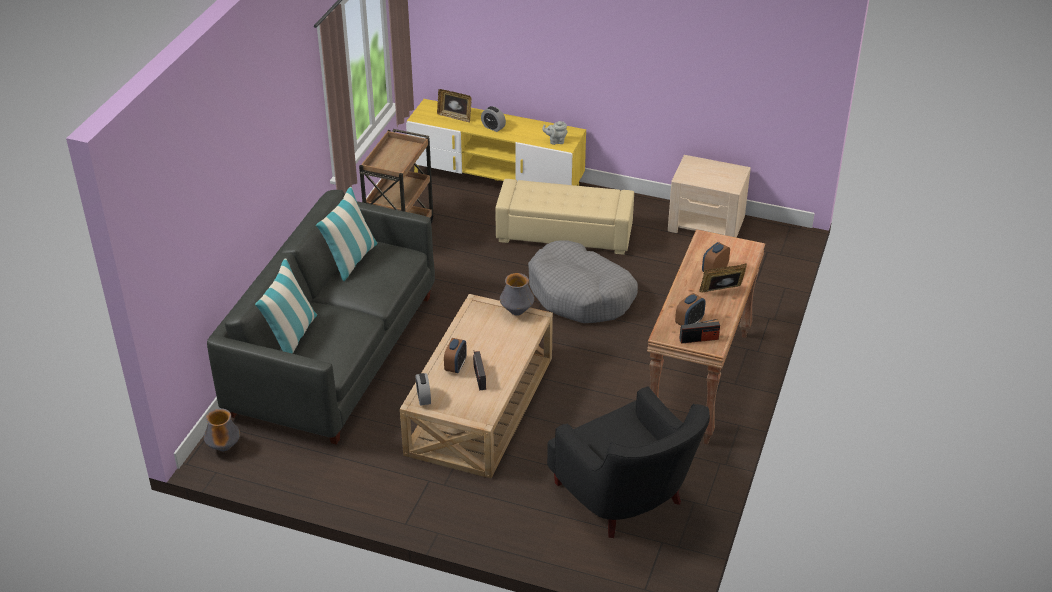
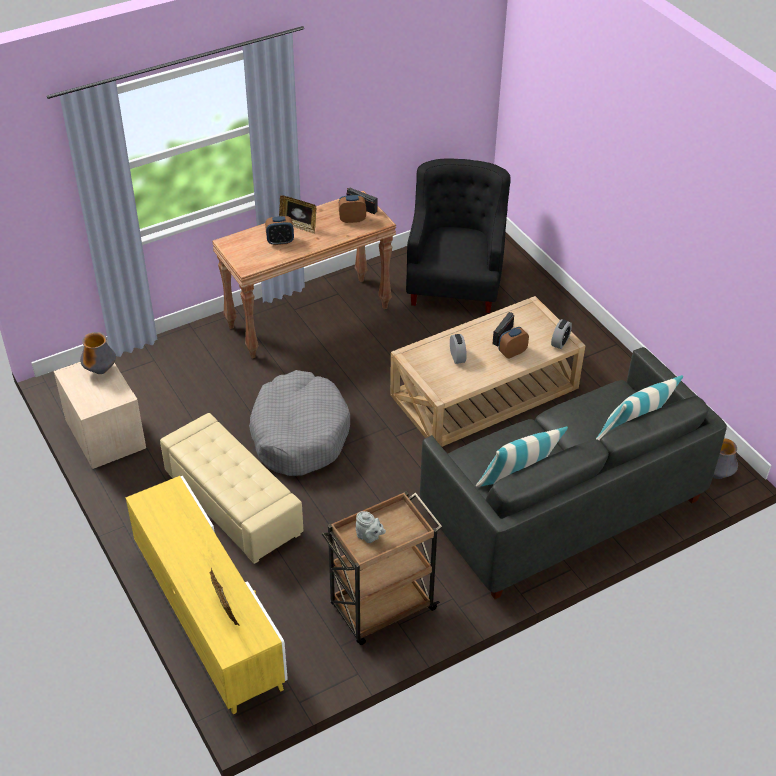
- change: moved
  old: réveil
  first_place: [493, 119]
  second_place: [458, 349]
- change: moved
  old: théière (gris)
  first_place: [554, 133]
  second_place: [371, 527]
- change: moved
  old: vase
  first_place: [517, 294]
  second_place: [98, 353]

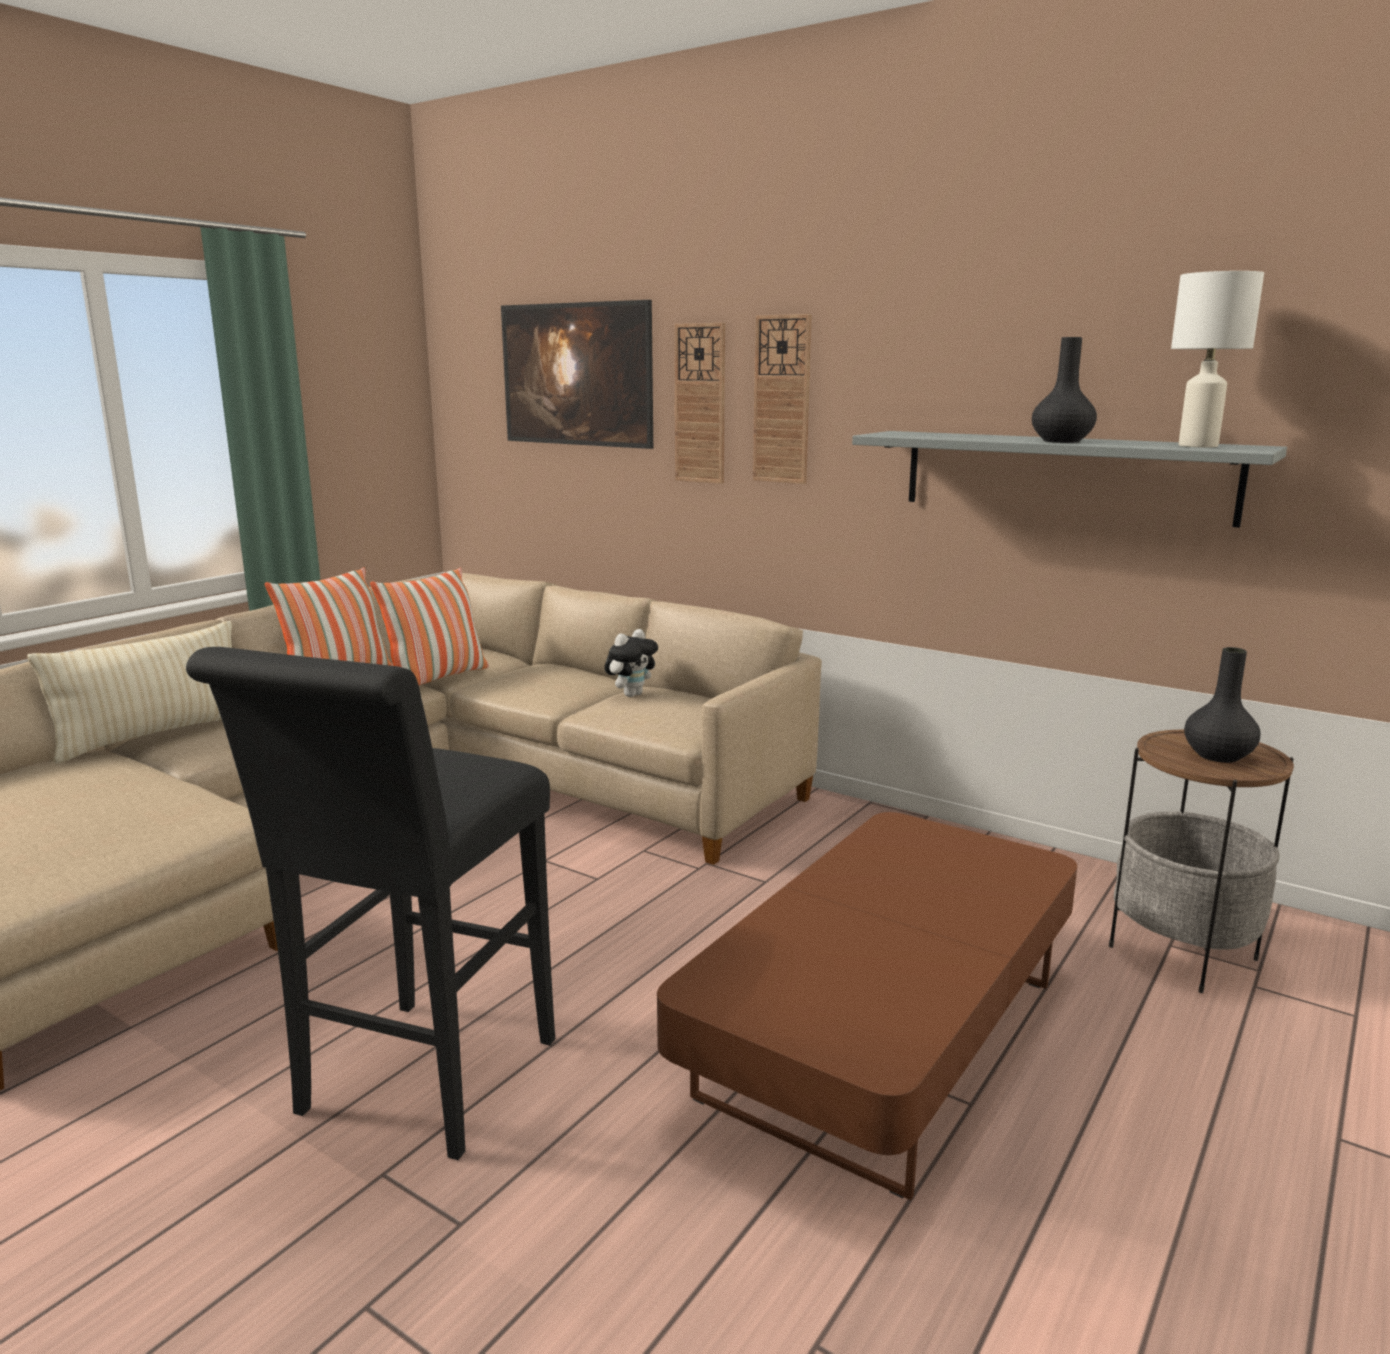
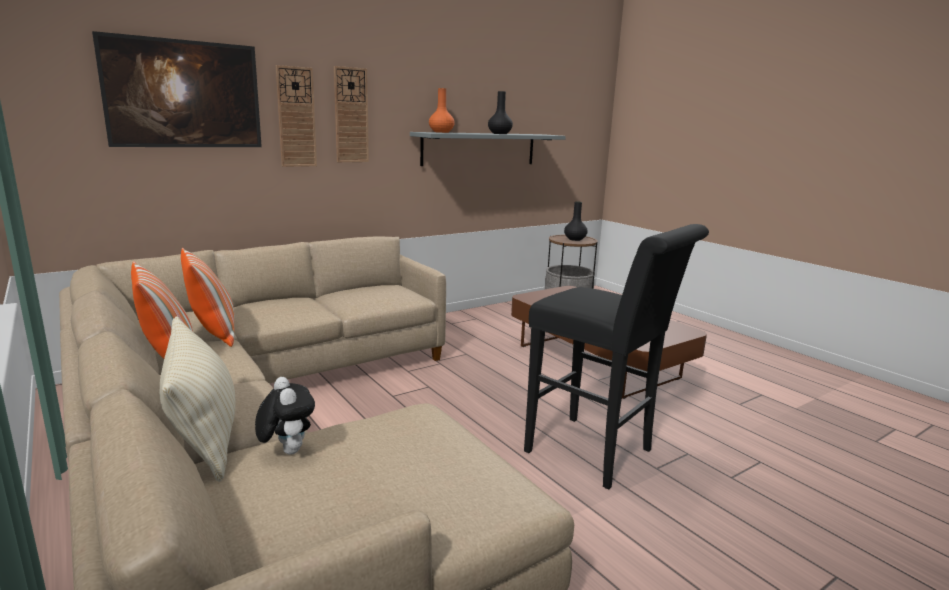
- change: removed
  old: lampe de table (blanc)
  first_place: [1217, 359]
- change: moved
  old: peluche
  first_place: [631, 663]
  second_place: [285, 416]
- change: added
  new: vase (orange)
  second_place: [442, 110]

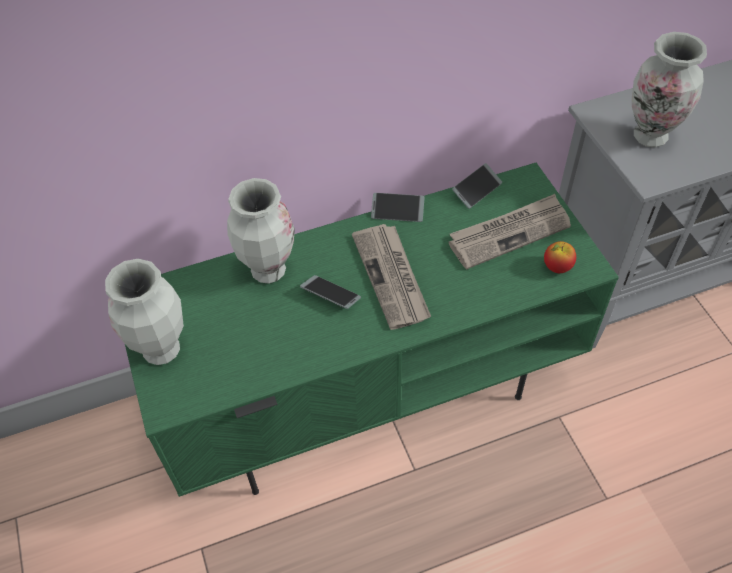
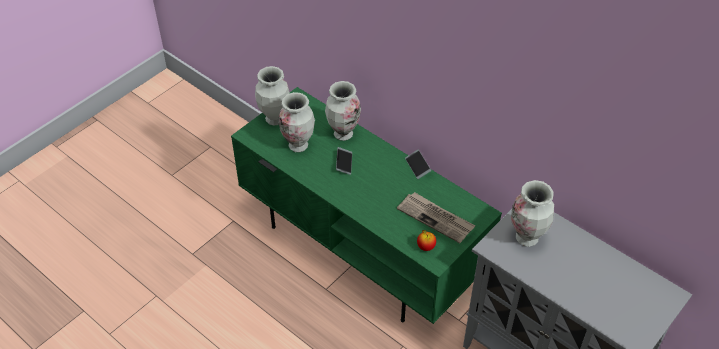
- change: removed
  old: téléphone
  first_place: [477, 186]
- change: removed
  old: journal
  first_place: [391, 277]
- change: added
  new: vase
  second_place: [296, 122]

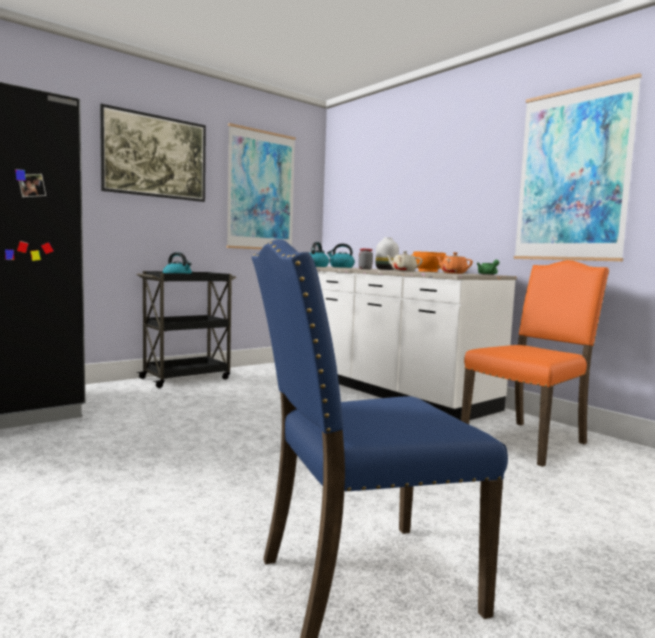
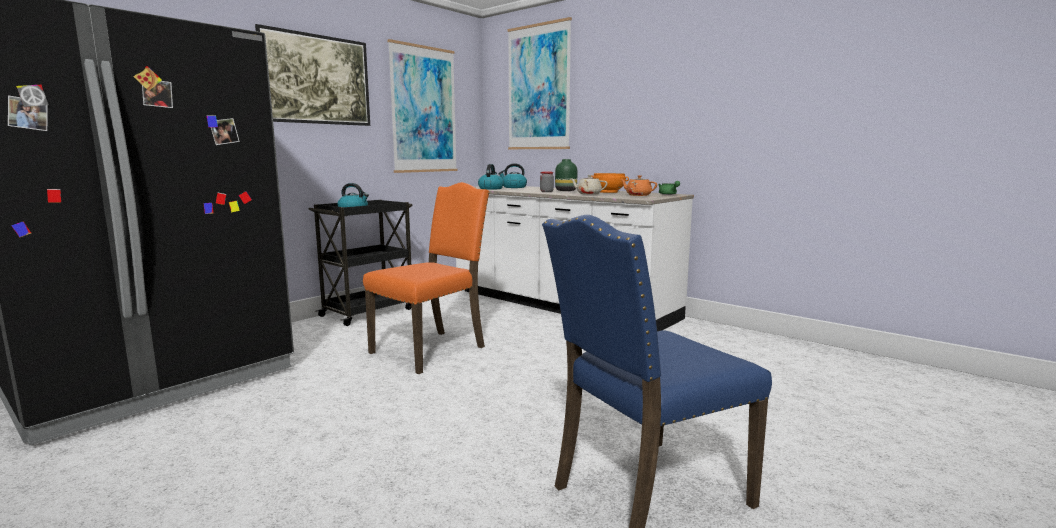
- change: moved
  old: tableau
  first_place: [578, 167]
  second_place: [539, 83]
- change: recoloured
  old: vase (blanc)
  new: vase (vert)
  first_place: [387, 253]
  second_place: [566, 175]
- change: moved
  old: chaise (orange)
  first_place: [535, 363]
  second_place: [426, 278]

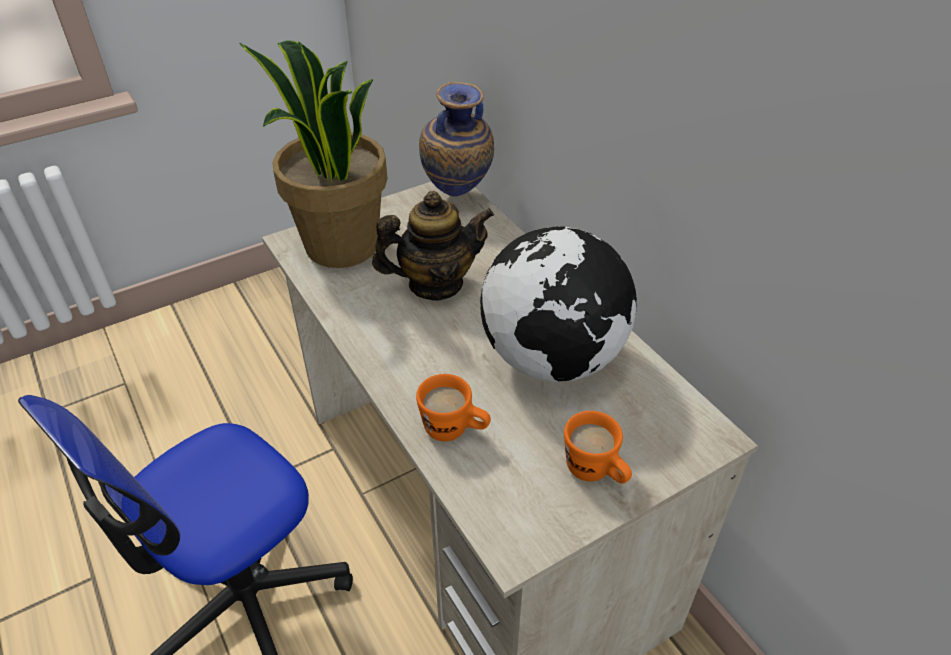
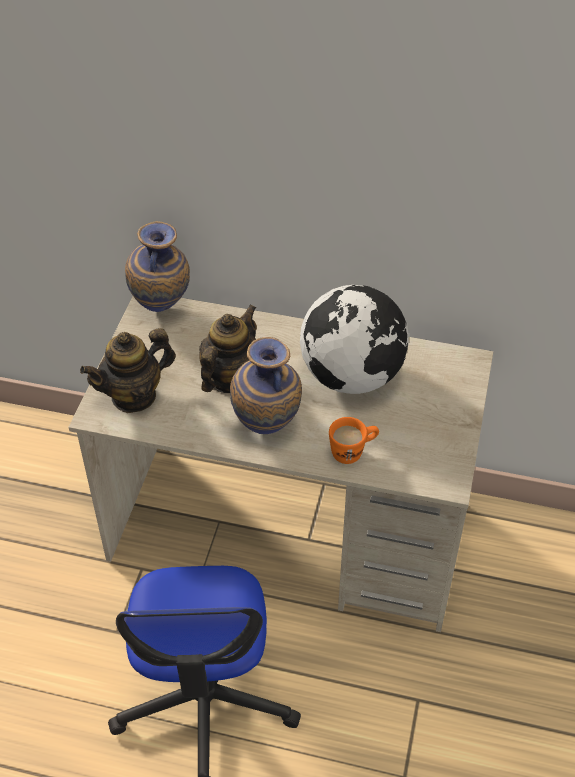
- change: replaced
  old: plante en pot
  new: théière
  first_place: [313, 154]
  second_place: [128, 370]
- change: removed
  old: mug (orange)
  first_place: [598, 447]
- change: added
  new: vase
  second_place: [266, 385]

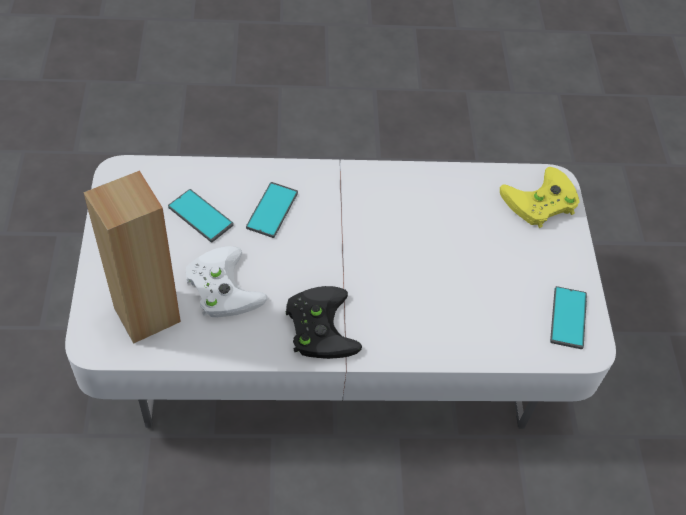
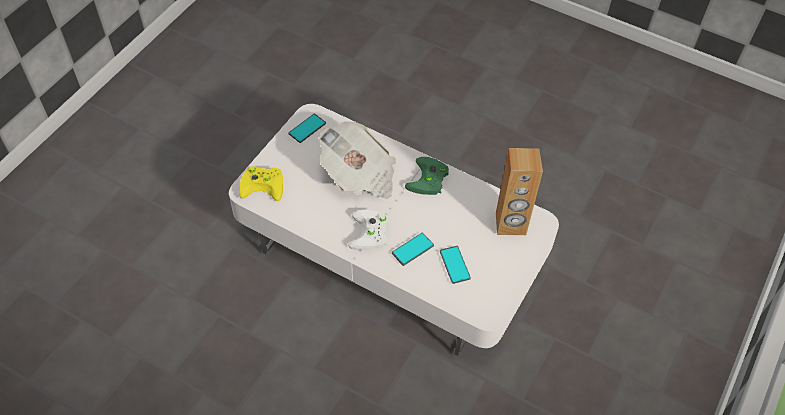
- change: moved
  old: manette (blanc)
  first_place: [226, 281]
  second_place: [368, 230]
- change: recoloured
  old: manette (noir)
  new: manette (vert)
  first_place: [323, 322]
  second_place: [427, 176]
- change: added
  new: journal
  second_place: [357, 160]

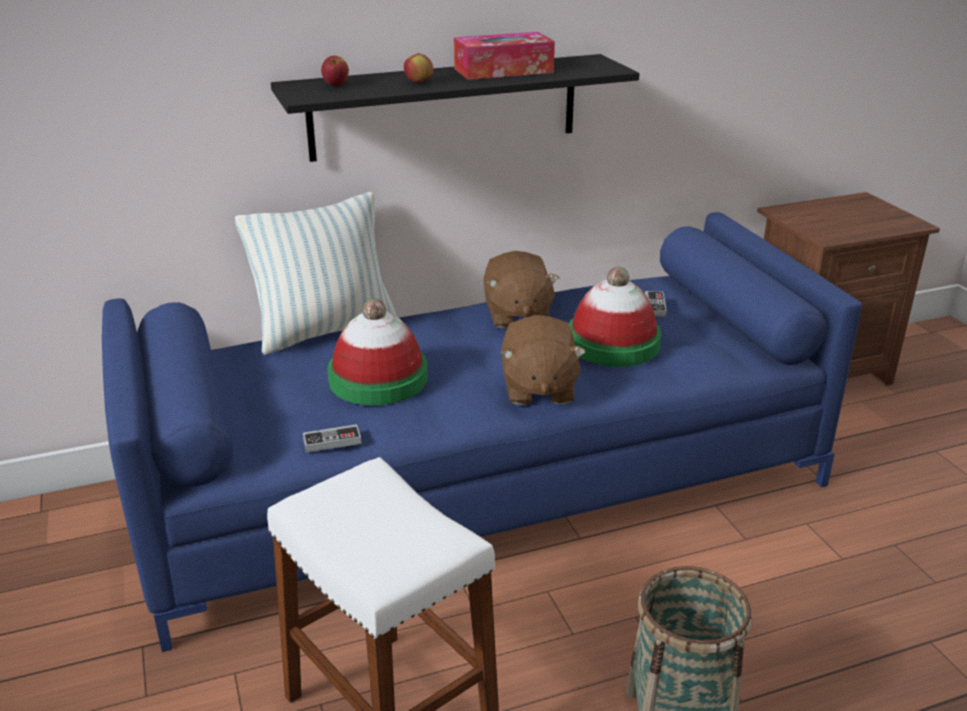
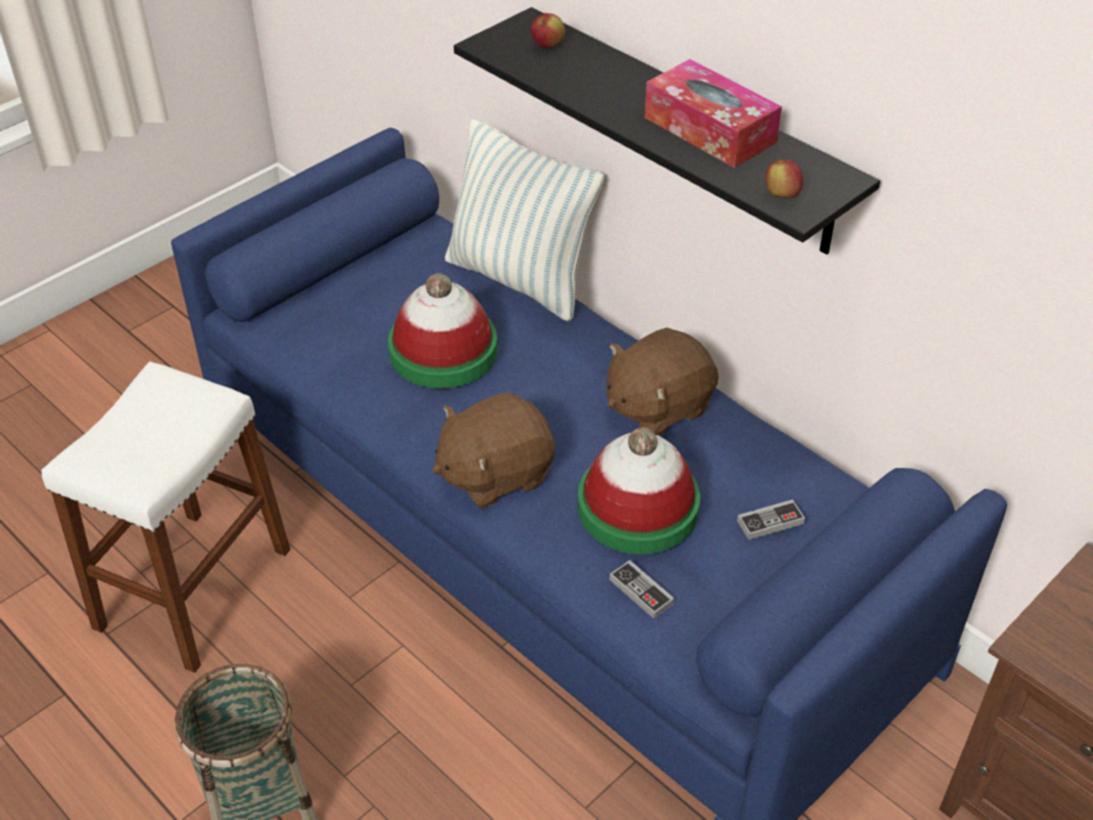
- change: moved
  old: pomme
  first_place: [418, 68]
  second_place: [784, 179]
- change: moved
  old: manette
  first_place: [332, 438]
  second_place: [642, 589]

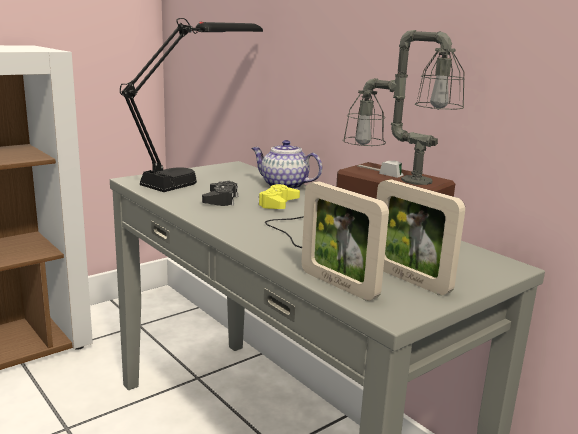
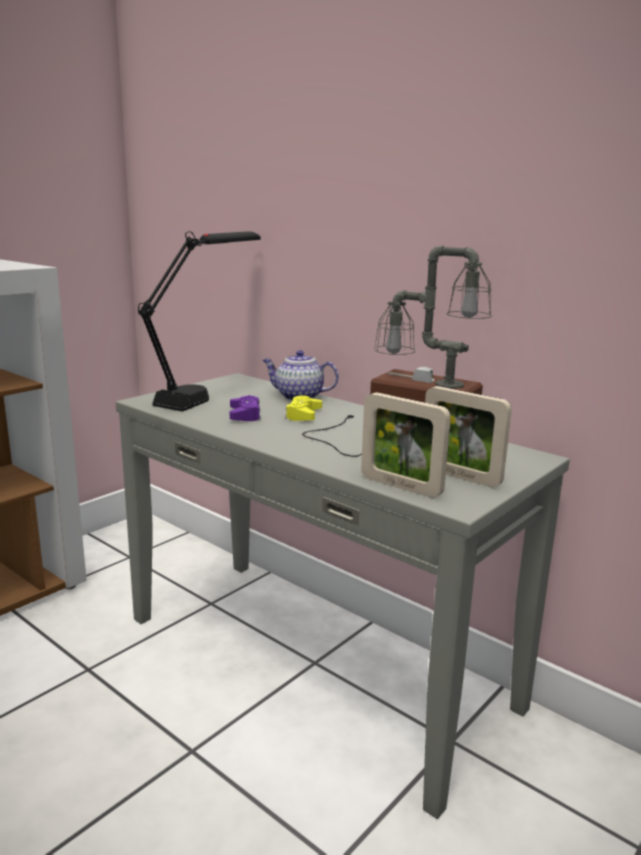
- change: recoloured
  old: manette (noir)
  new: manette (violet)
  first_place: [220, 193]
  second_place: [245, 408]

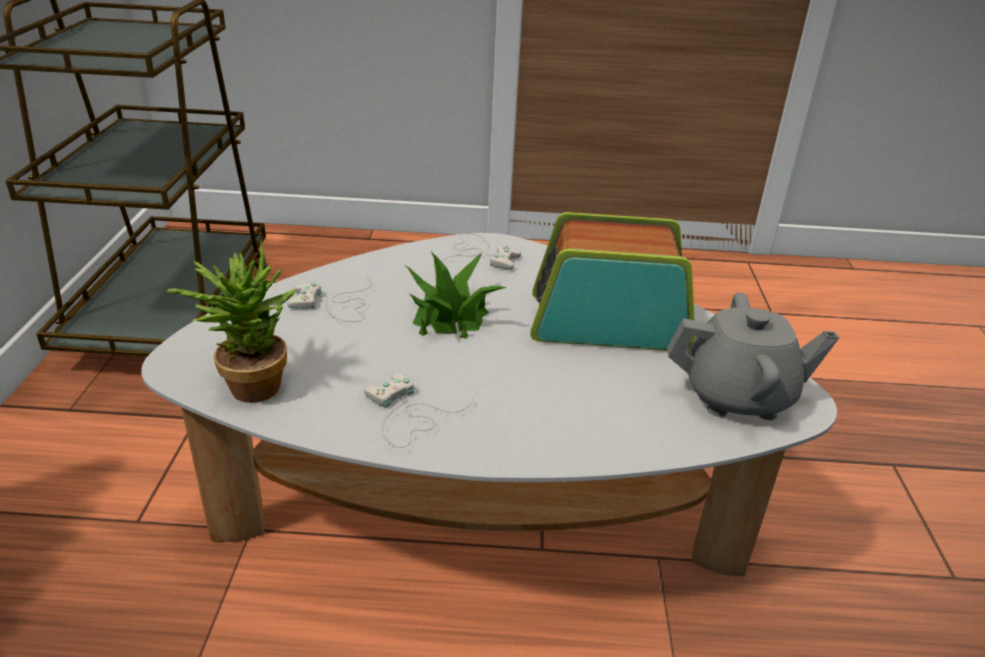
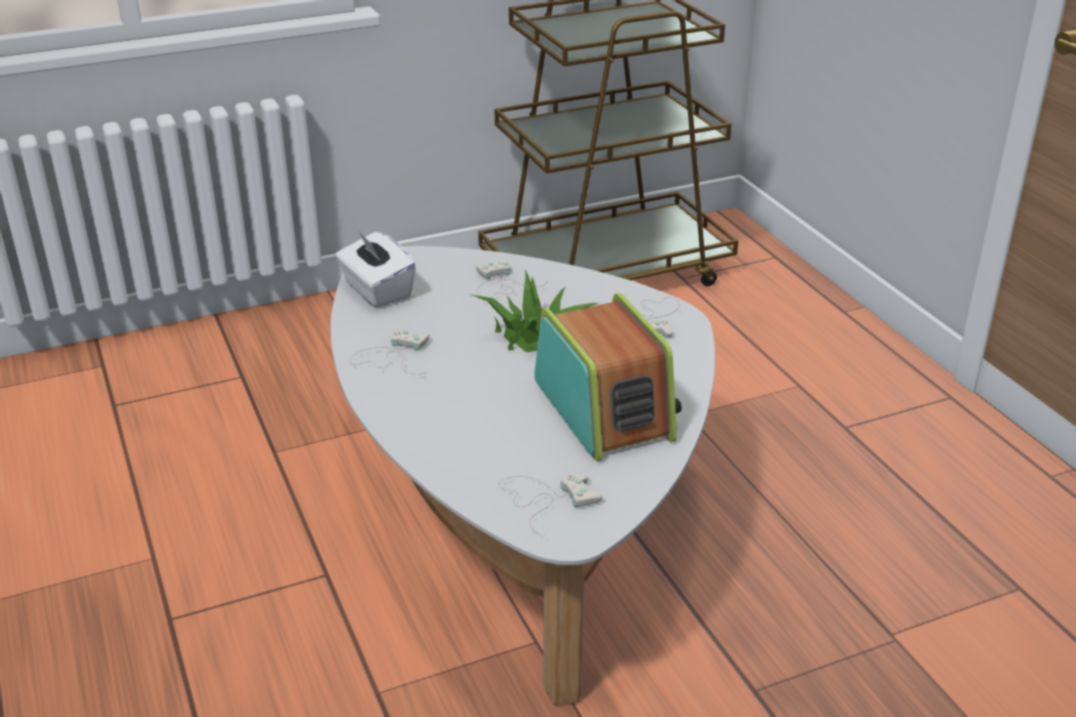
- change: replaced
  old: plante en pot
  new: boîte à mouchoirs (blanc)
  first_place: [231, 321]
  second_place: [376, 269]
- change: replaced
  old: théière (gris)
  new: manette (blanc)
  first_place: [753, 356]
  second_place: [550, 505]

